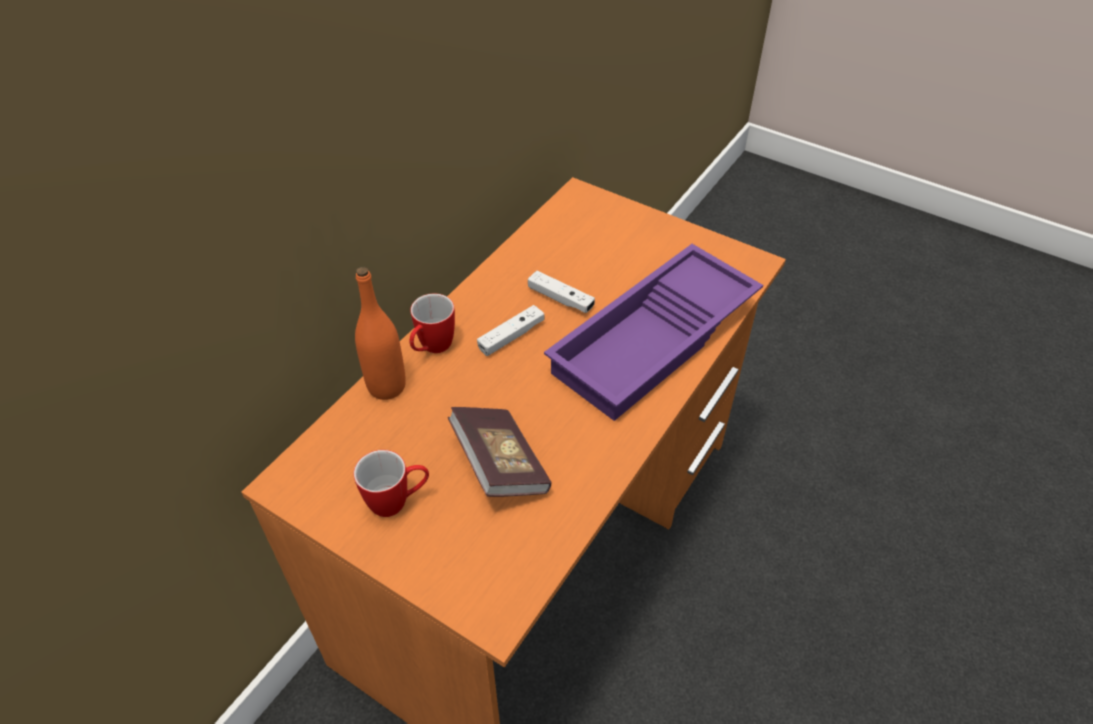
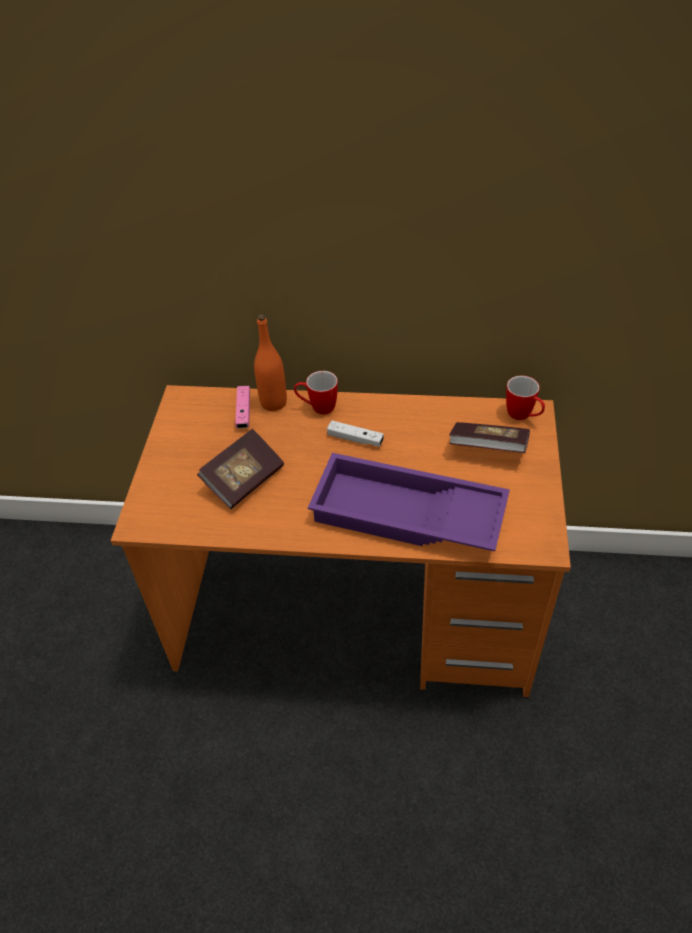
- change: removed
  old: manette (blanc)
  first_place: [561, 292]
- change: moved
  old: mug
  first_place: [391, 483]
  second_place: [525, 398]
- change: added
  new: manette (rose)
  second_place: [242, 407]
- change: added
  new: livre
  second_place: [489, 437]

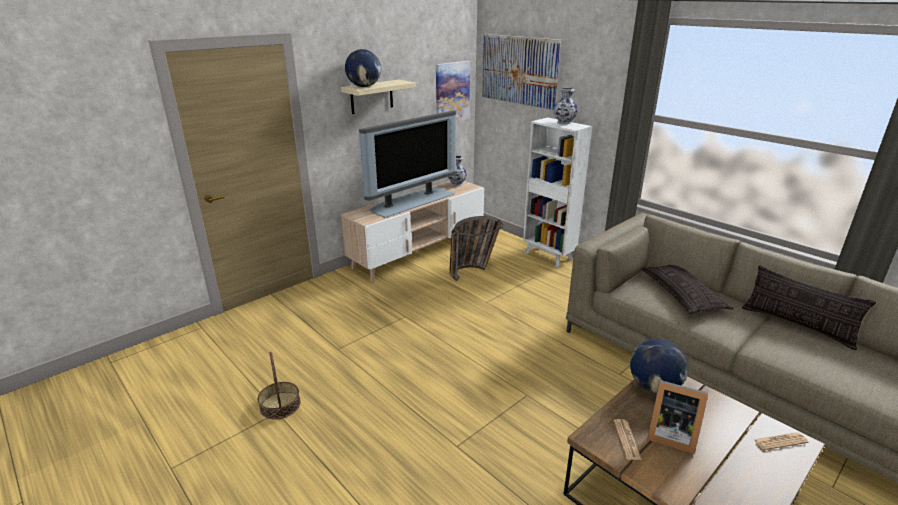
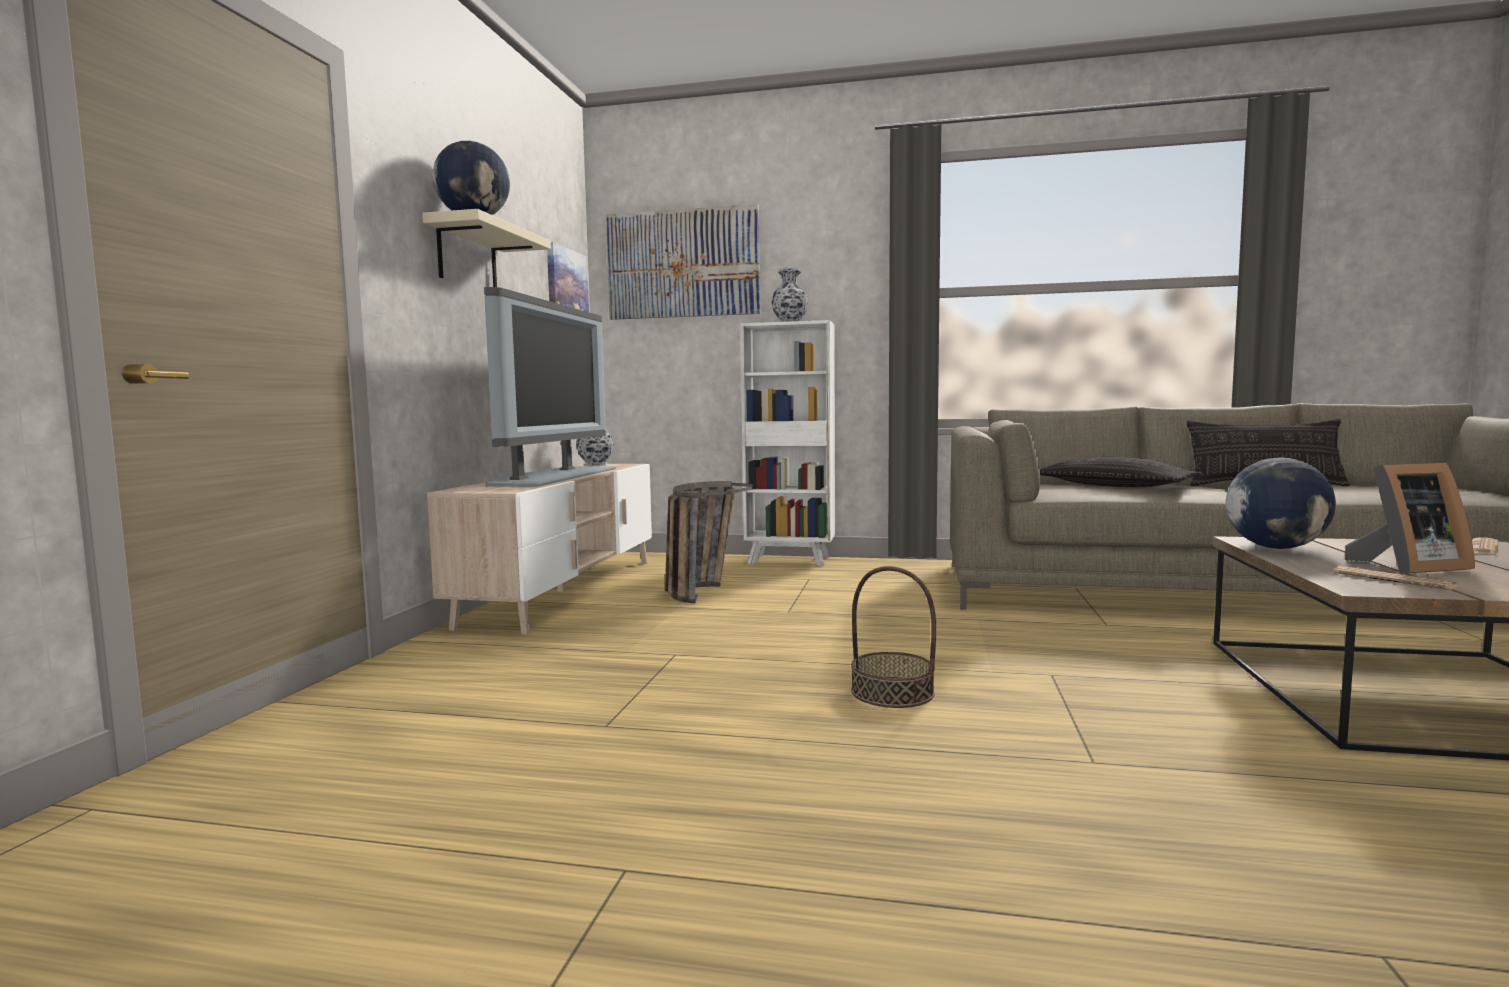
- change: moved
  old: panier
  first_place: [279, 386]
  second_place: [893, 637]

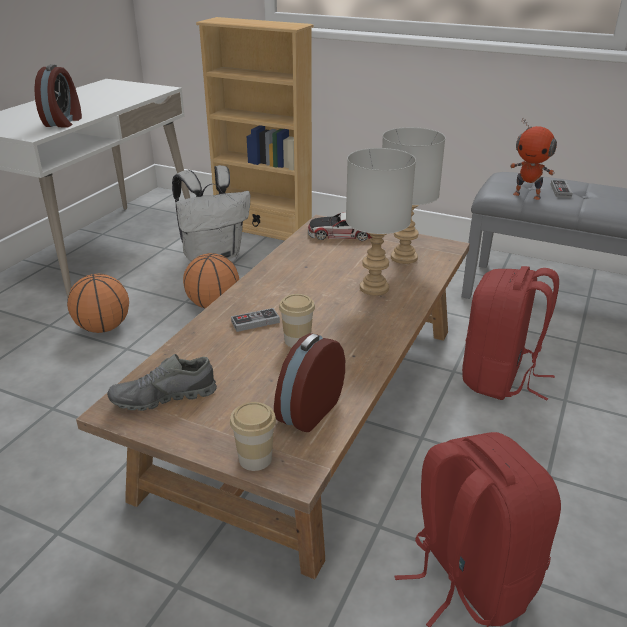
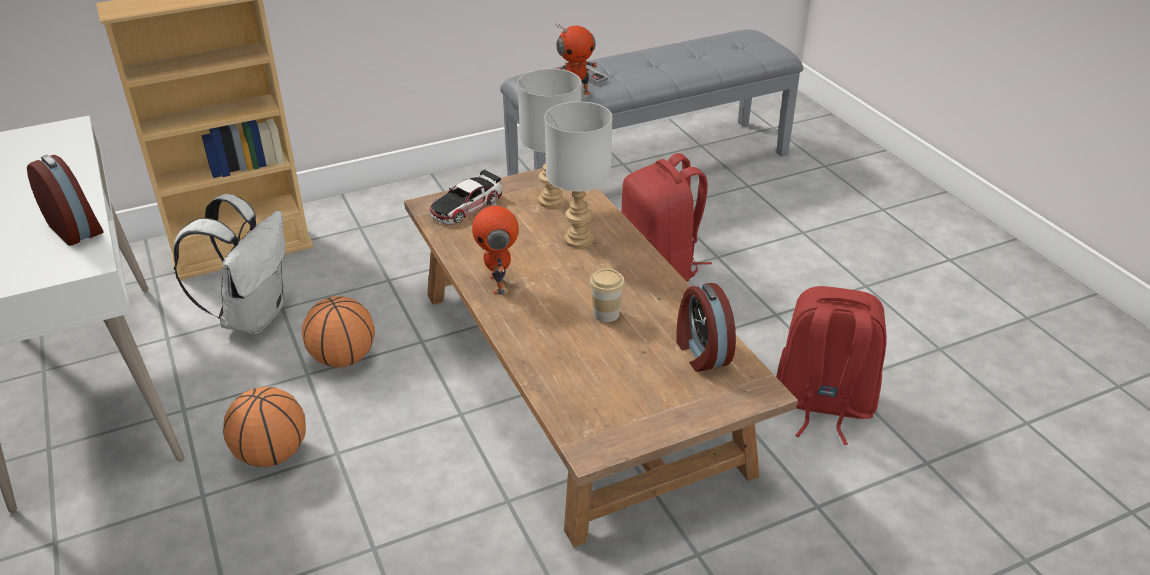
- change: removed
  old: manette
  first_place: [255, 320]
- change: removed
  old: chaussure (gris)
  first_place: [162, 382]
- change: removed
  old: tasse
  first_place: [253, 436]
- change: added
  new: robot jouet
  second_place: [495, 242]

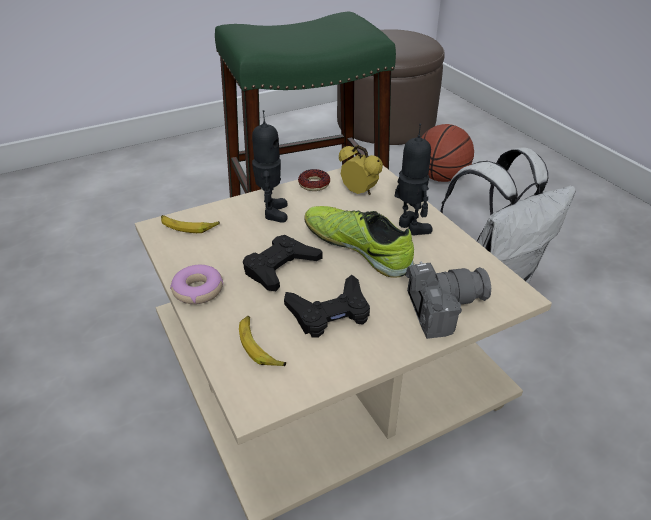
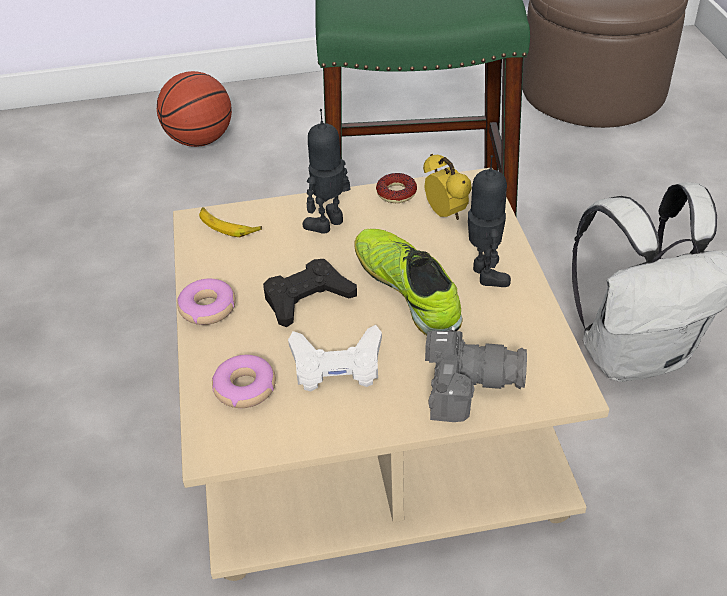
- change: turned
  old: robot jouet
  first_place: [270, 166]
  second_place: [326, 171]
  degrees: -150
- change: moved
  old: ballon de basket
  first_place: [447, 153]
  second_place: [194, 109]
- change: recoloured
  old: manette (noir)
  new: manette (blanc)
  first_place: [327, 306]
  second_place: [335, 358]
- change: replaced
  old: banane
  new: beignet
  first_place: [262, 341]
  second_place: [244, 381]

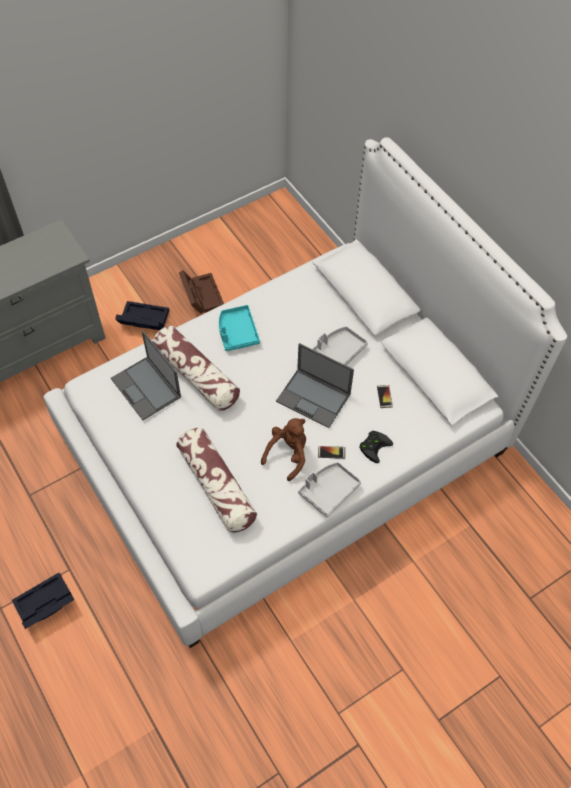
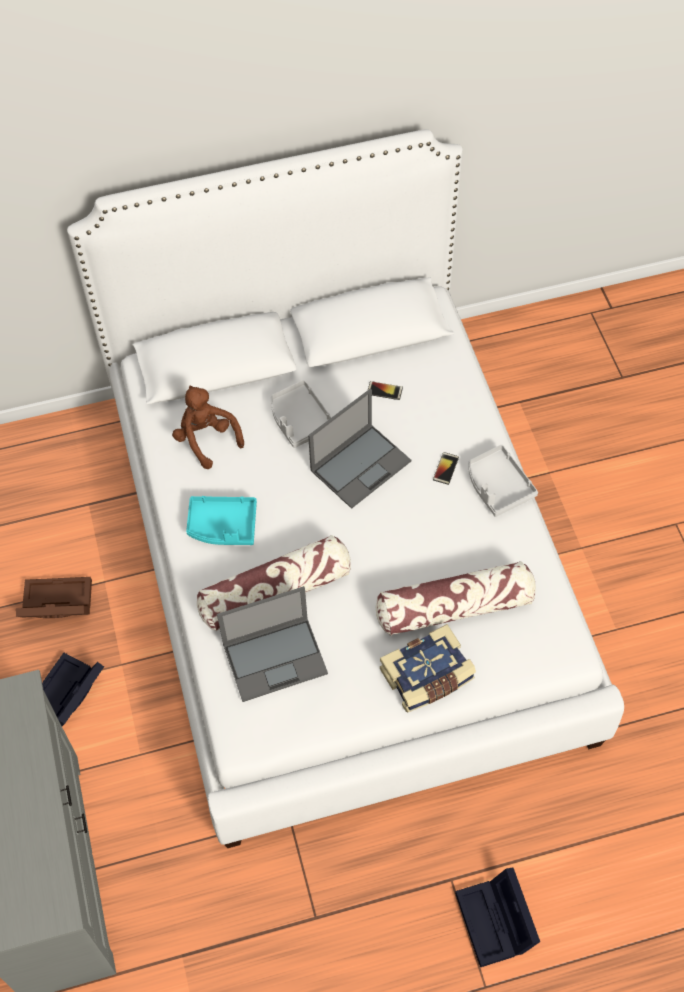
- change: moved
  old: peluche (marron)
  first_place: [283, 449]
  second_place: [208, 427]
- change: removed
  old: manette (noir)
  first_place: [376, 447]
- change: added
  new: livre
  second_place: [428, 668]

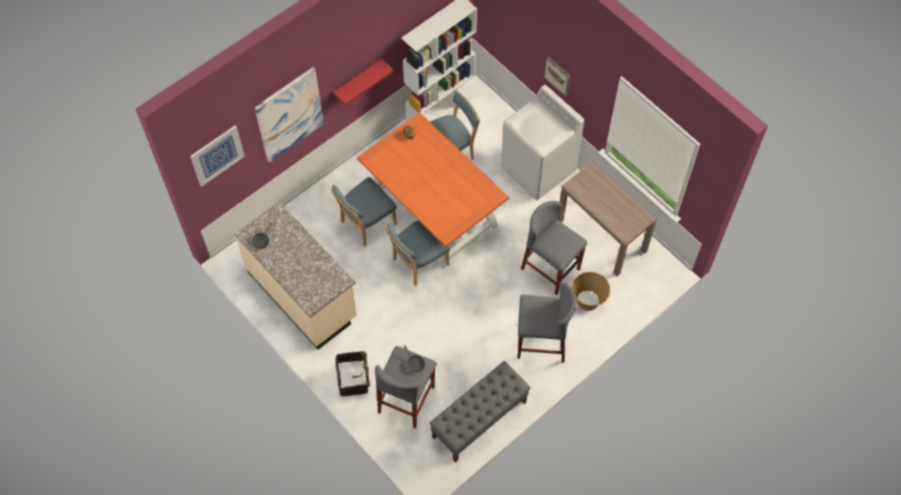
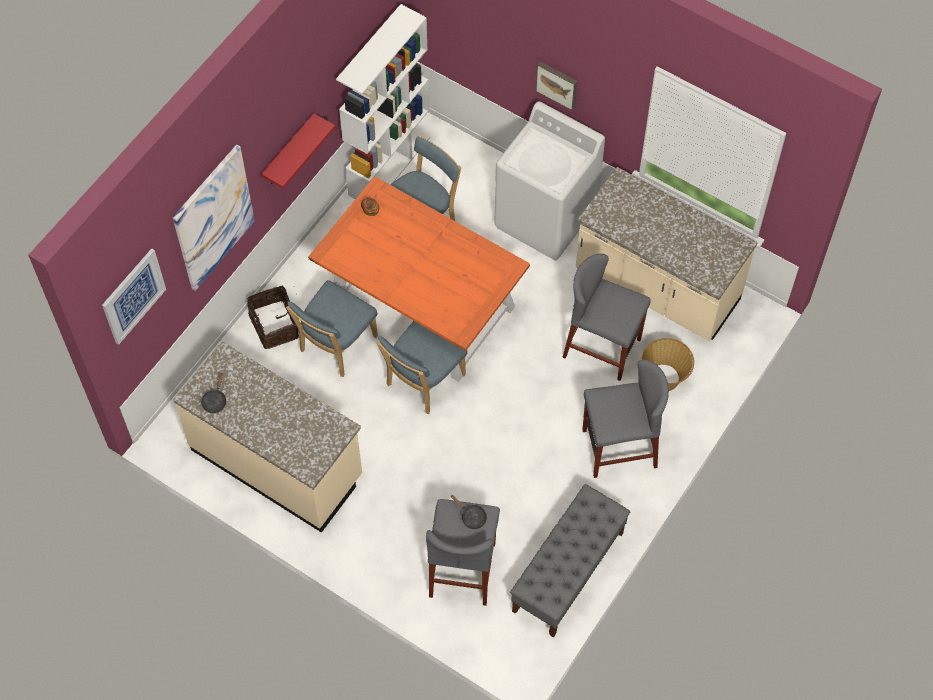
- change: replaced
  old: table console (marron)
  new: comptoir de cuisine (beige)
  first_place: [607, 218]
  second_place: [667, 254]
- change: moved
  old: panier
  first_place: [354, 373]
  second_place: [273, 317]

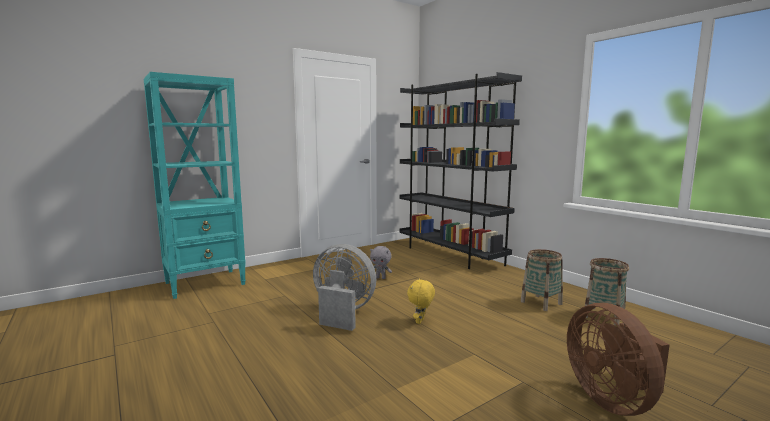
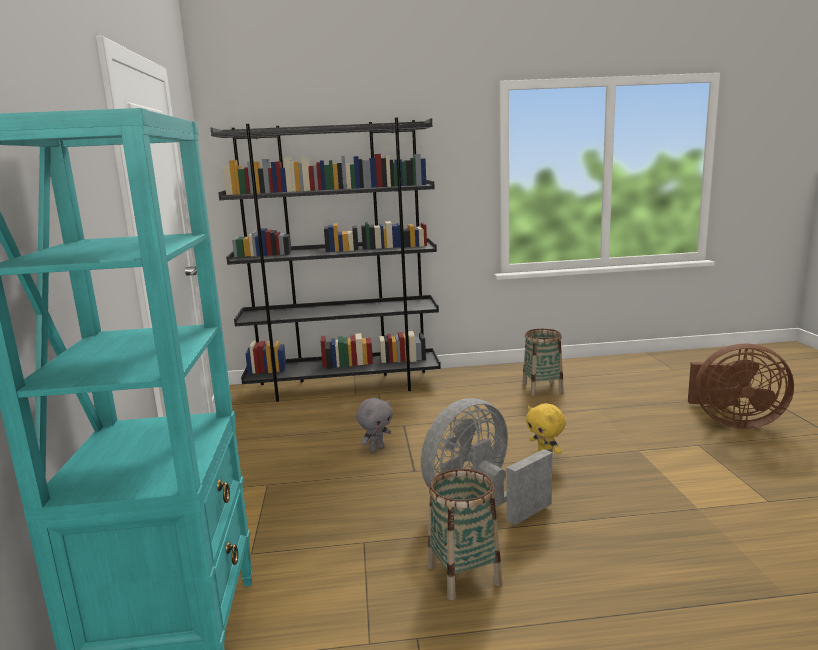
- change: moved
  old: panier
  first_place: [607, 292]
  second_place: [464, 534]

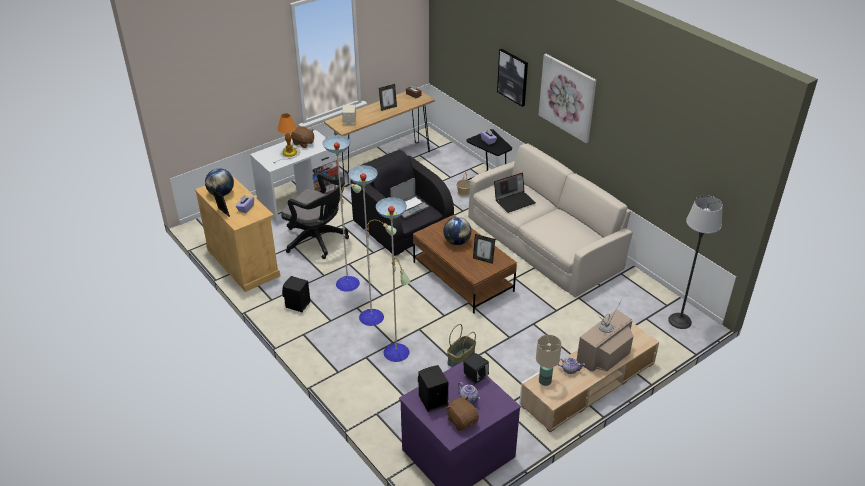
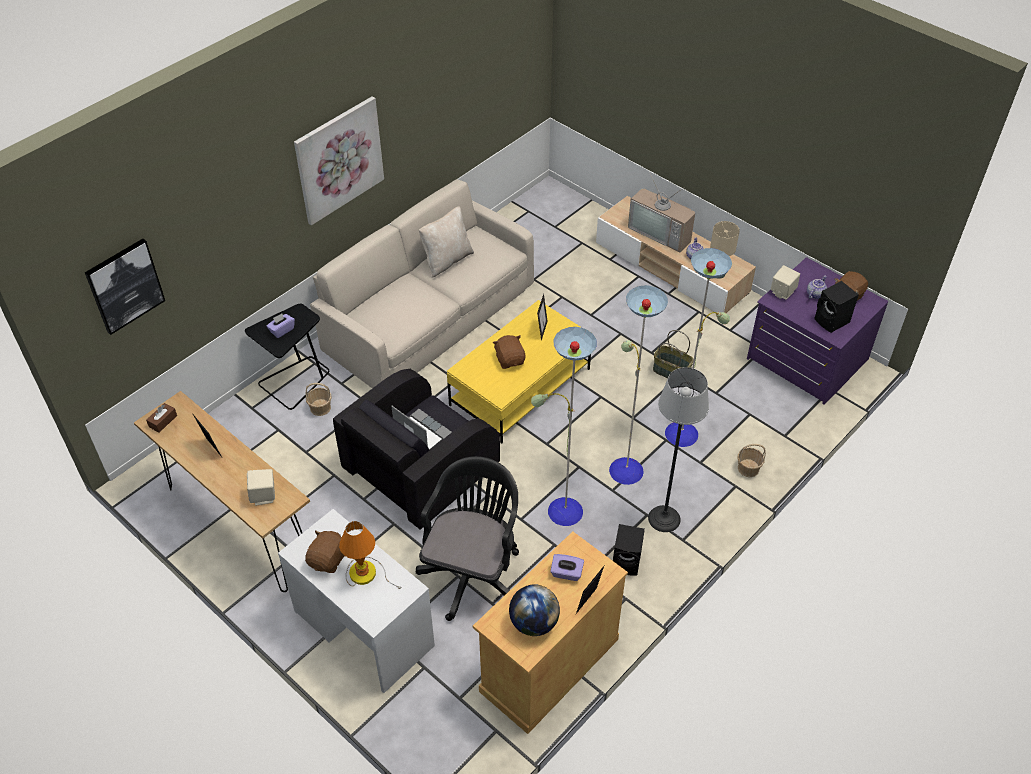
- change: moved
  old: tableau
  first_place: [512, 78]
  second_place: [125, 287]
- change: removed
  old: ordinateur portable
  first_place: [515, 193]
- change: moved
  old: lampadaire
  first_place: [695, 262]
  second_place: [678, 449]
- change: recoloured
  old: table basse (marron)
  new: table basse (jaune)
  first_place: [465, 264]
  second_place: [519, 371]
- change: replaced
  old: globe
  new: peluche (marron)
  first_place: [457, 231]
  second_place: [509, 352]
- change: recoloured
  old: enceinte (noir)
  new: enceinte (beige)
  first_place: [476, 368]
  second_place: [785, 282]
- change: added
  new: coussin (beige)
  second_place: [446, 242]
- change: added
  new: panier
  second_place: [751, 460]

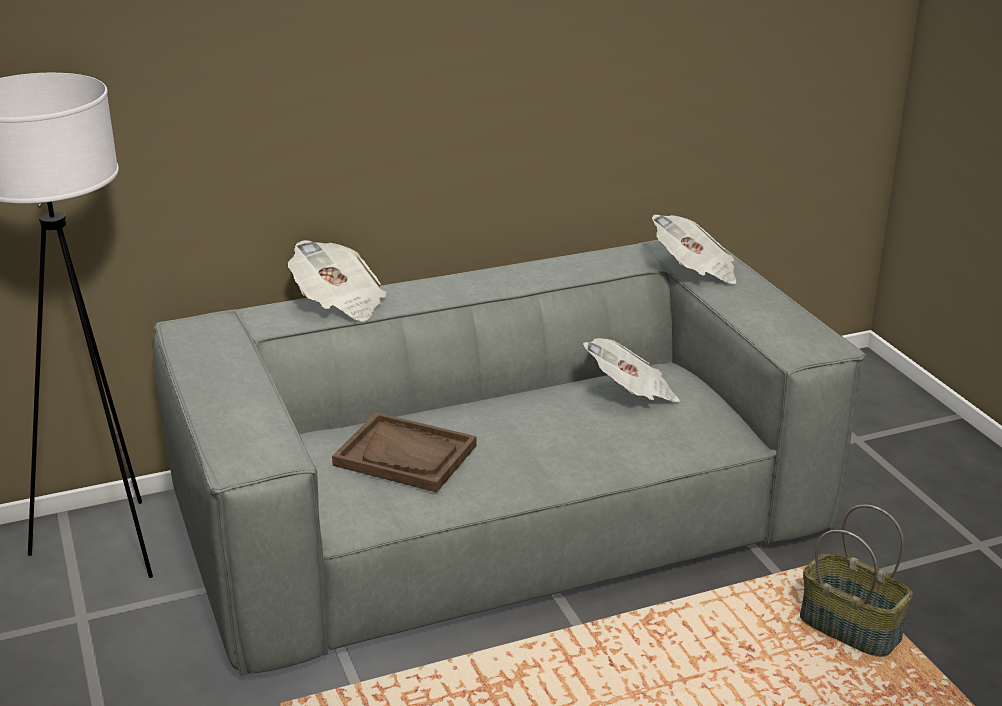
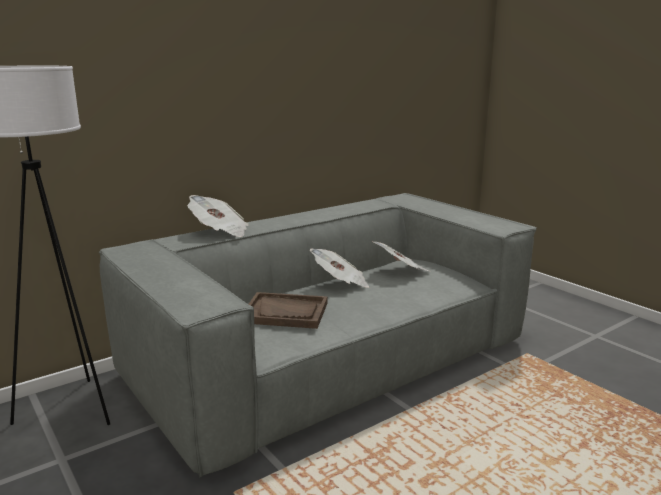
- change: moved
  old: journal
  first_place: [694, 249]
  second_place: [339, 268]
- change: removed
  old: panier
  first_place: [856, 581]

